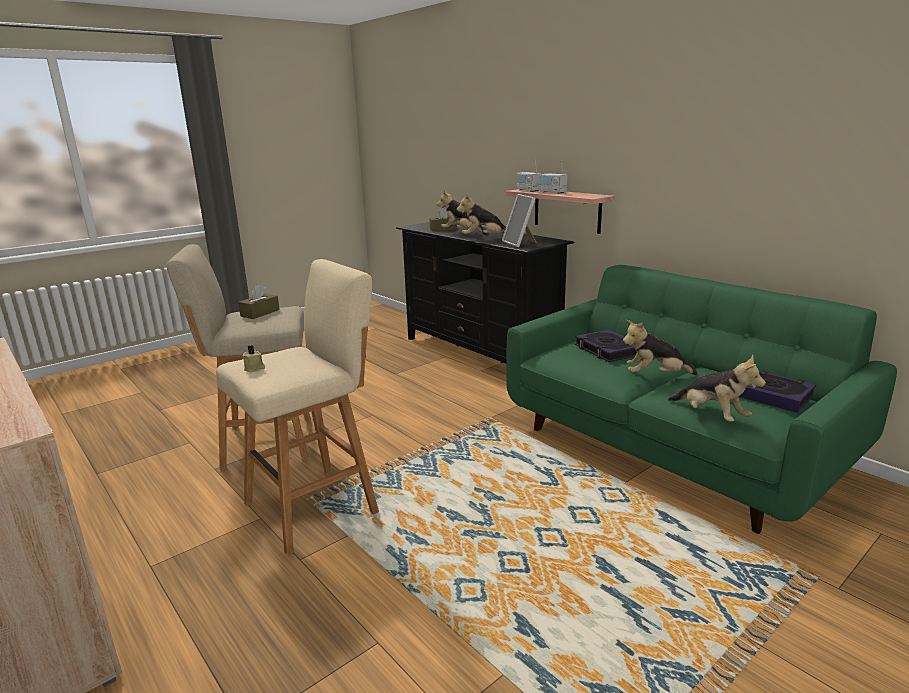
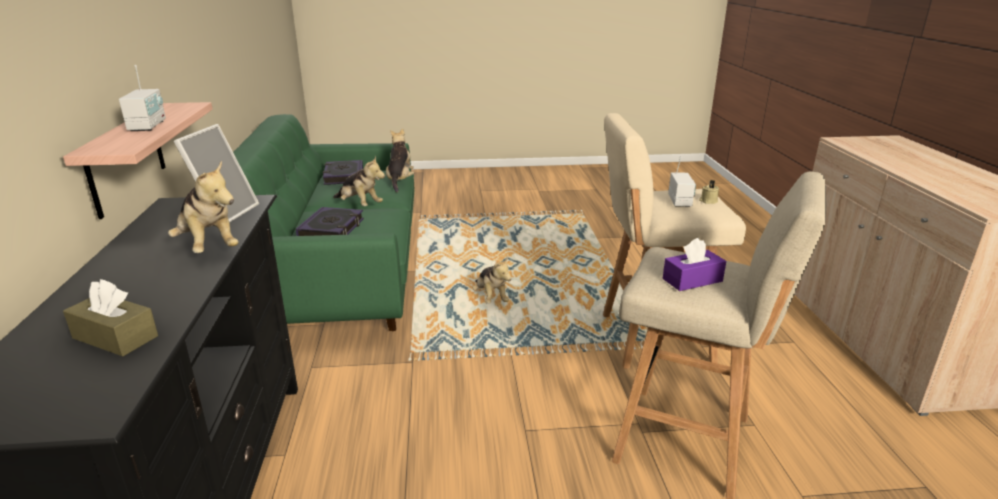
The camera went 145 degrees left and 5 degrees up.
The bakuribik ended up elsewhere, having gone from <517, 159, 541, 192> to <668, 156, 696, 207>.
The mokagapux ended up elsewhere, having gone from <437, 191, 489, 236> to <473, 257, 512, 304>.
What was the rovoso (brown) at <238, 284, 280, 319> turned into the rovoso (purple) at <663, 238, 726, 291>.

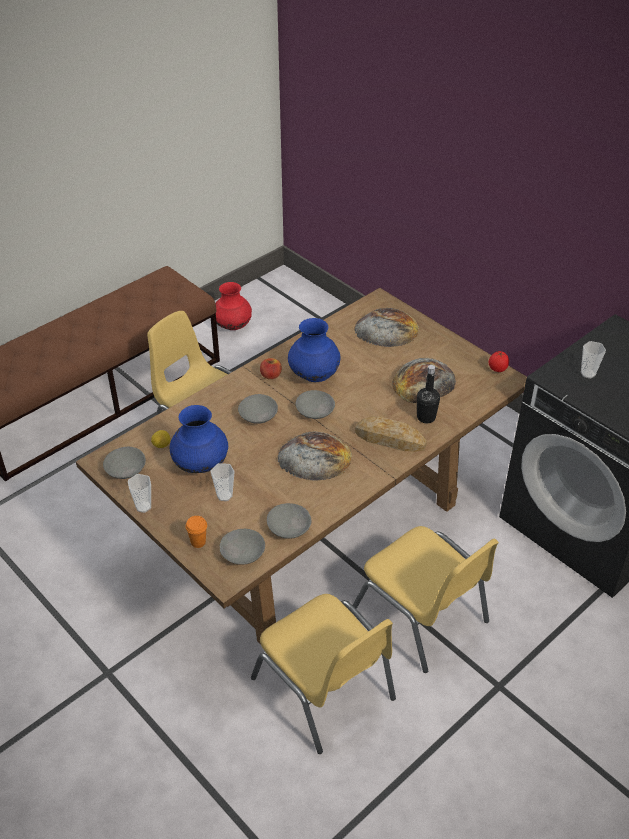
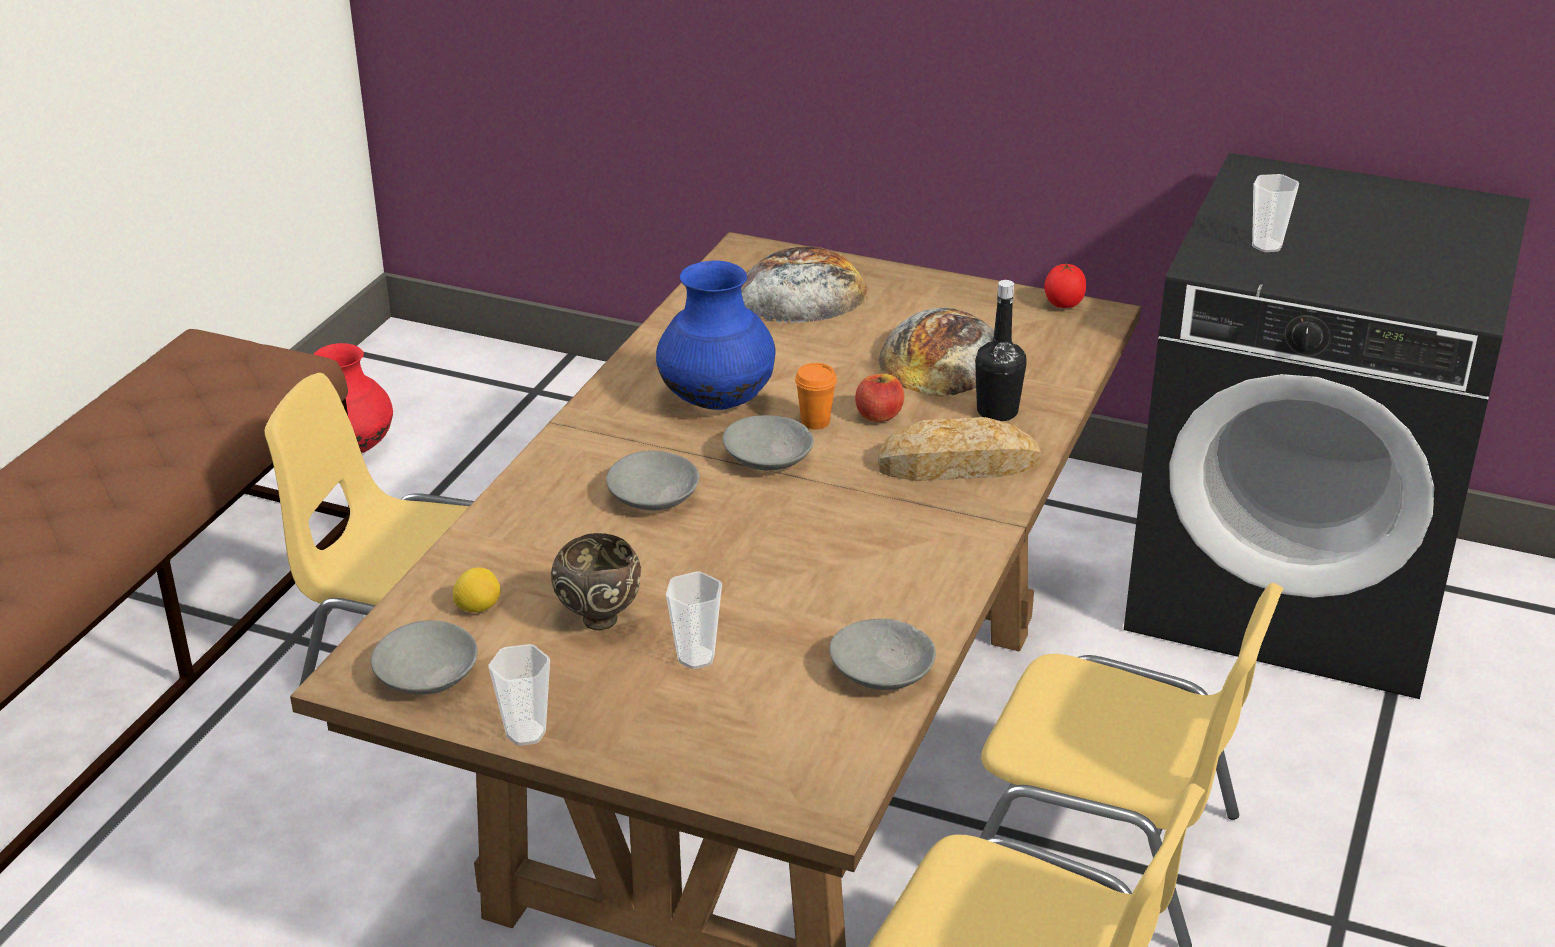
The camera went 25 degrees left and 10 degrees down.
The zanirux ended up elsewhere, having gone from <260, 358, 282, 379> to <855, 374, 904, 422>.
Where the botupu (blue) stood at <170, 405, 228, 473>, the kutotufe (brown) came to stand at <551, 533, 641, 630>.
The second view lost the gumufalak at <277, 431, 352, 481>.
The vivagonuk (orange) ended up elsewhere, having gone from <185, 516, 207, 548> to <795, 363, 837, 429>.
The second view lost the kutotufe (grey) at <220, 529, 265, 565>.

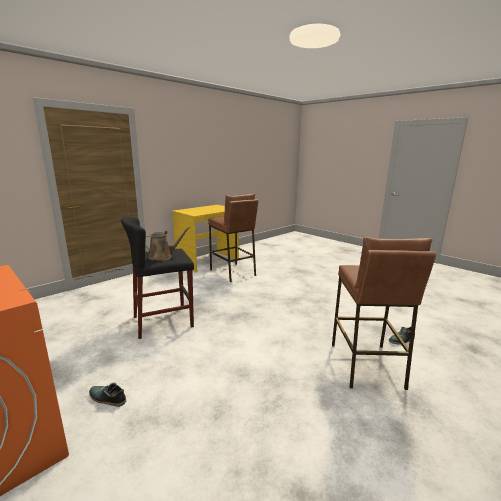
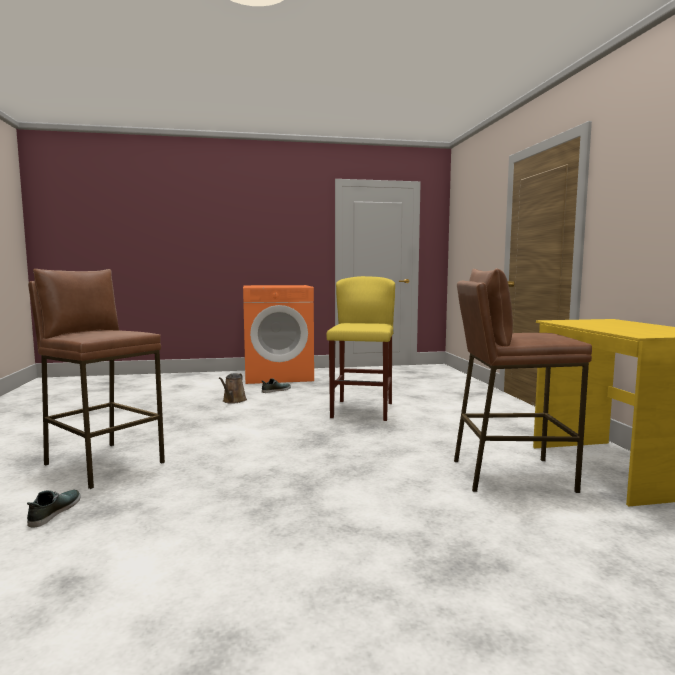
The camera went 125 degrees right and 10 degrees down.
What was the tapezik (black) at <121, 217, 194, 339> turned into the tapezik (yellow) at <326, 276, 395, 421>.
The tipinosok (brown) ended up elsewhere, having gone from <145, 227, 191, 261> to <219, 373, 247, 404>.

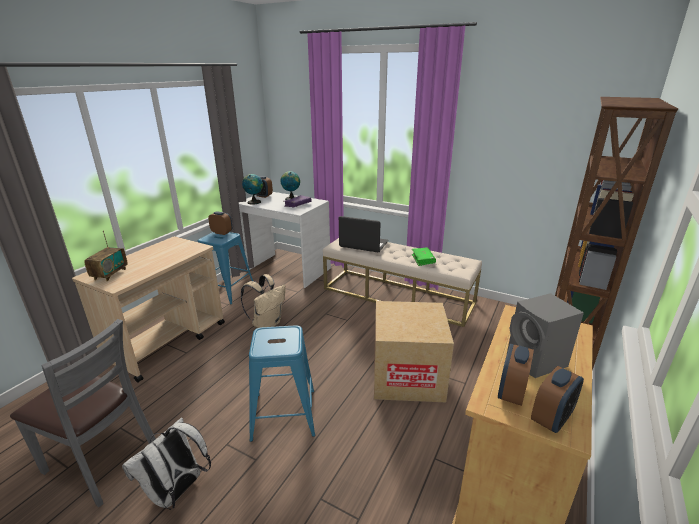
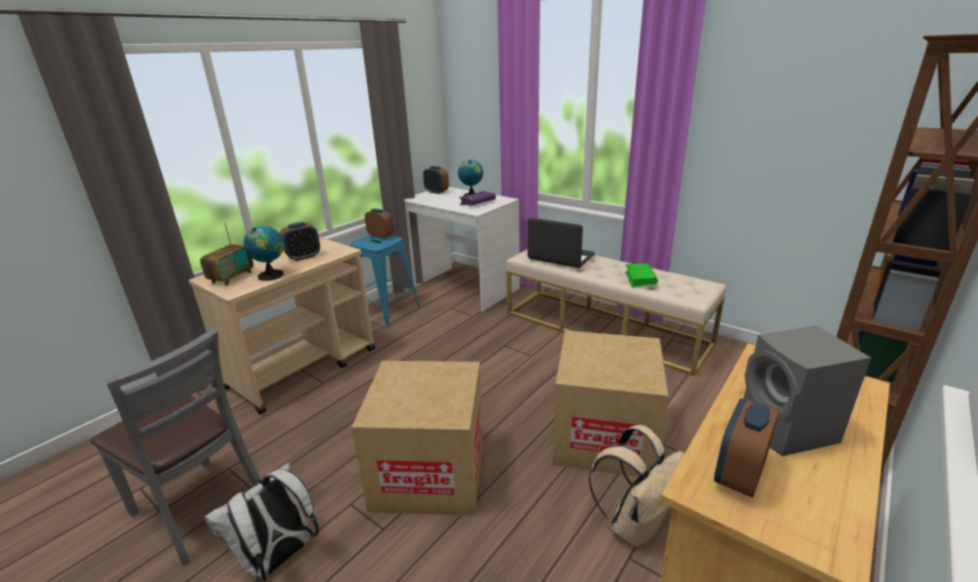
The camera went 10 degrees right and 0 degrees up.
The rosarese ended up elsewhere, having gone from <242, 174, 263, 205> to <244, 225, 284, 281>.
The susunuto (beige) ended up elsewhere, having gone from <241, 274, 286, 328> to <589, 425, 684, 547>.
Where the tapezik (blue) stood at <249, 326, 315, 442>, the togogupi came to stand at <351, 361, 483, 516>.
The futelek ended up elsewhere, having gone from <531, 366, 584, 433> to <280, 222, 320, 261>.

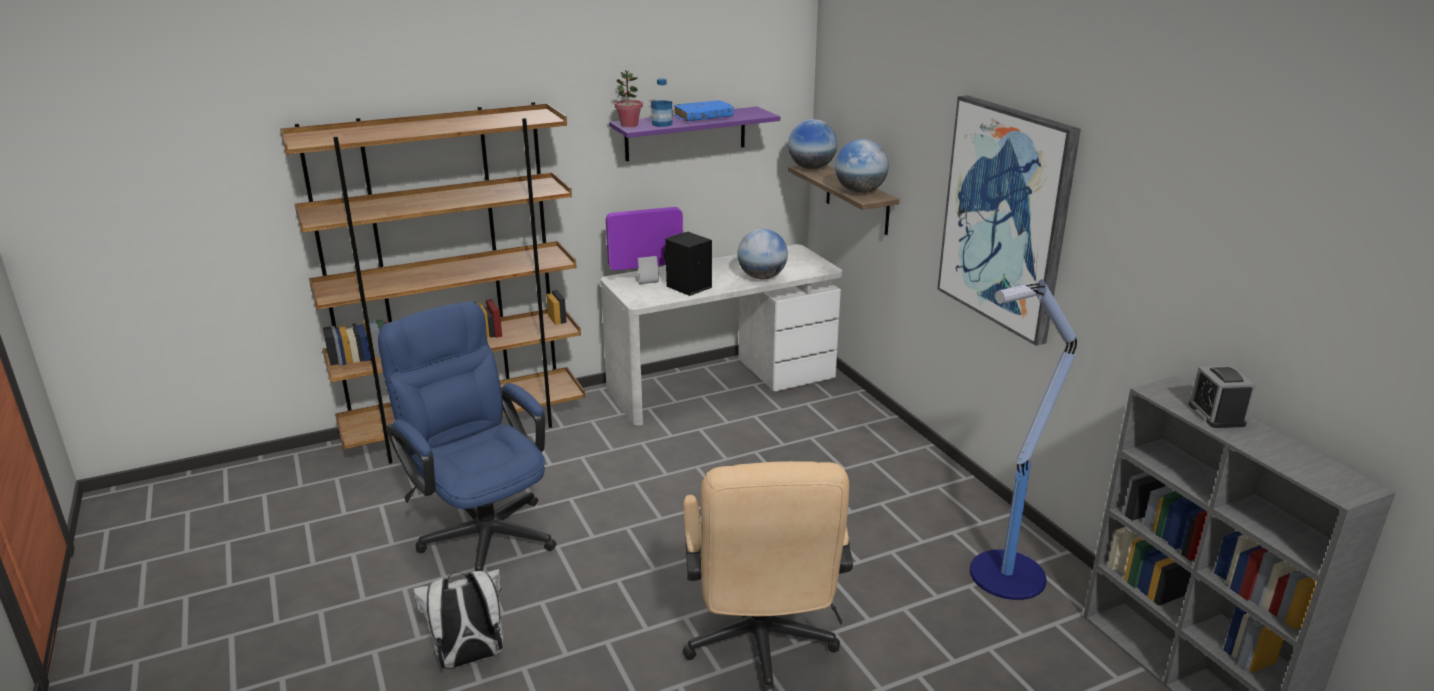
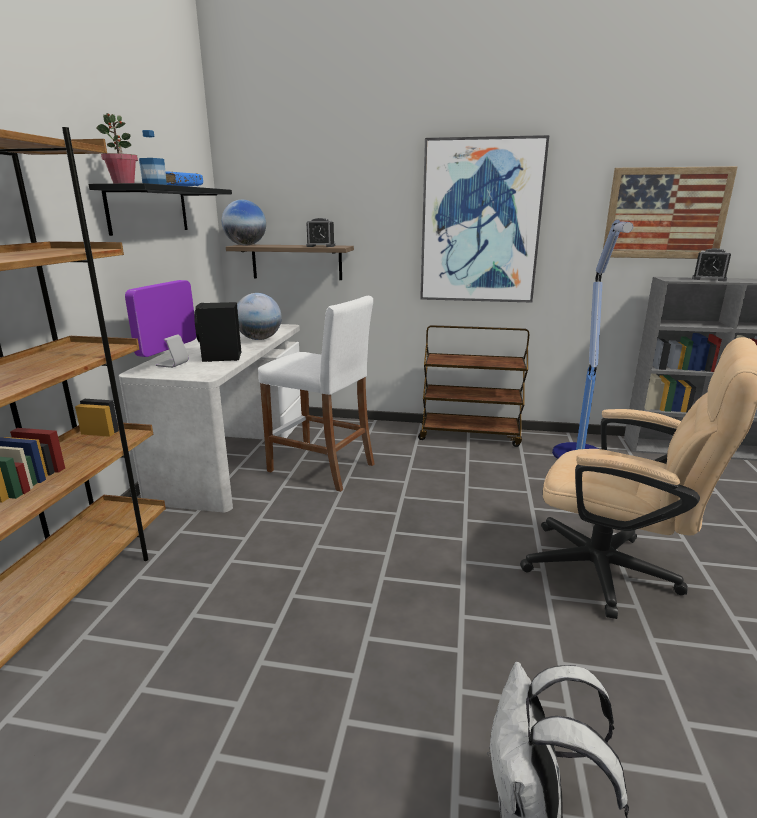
The camera went 55 degrees left and 5 degrees down.
What was the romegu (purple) at <609, 107, 780, 161> turned into the romegu (black) at <88, 183, 232, 236>.
Where the rosarese stood at <835, 139, 889, 193>, the futelek came to stand at <306, 218, 335, 247>.
The second view lost the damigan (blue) at <378, 301, 556, 571>.
The second view gained the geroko at <603, 166, 738, 259>.
The second view gained the tapezik (white) at <258, 296, 375, 492>.
The second view gained the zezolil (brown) at <418, 325, 529, 447>.

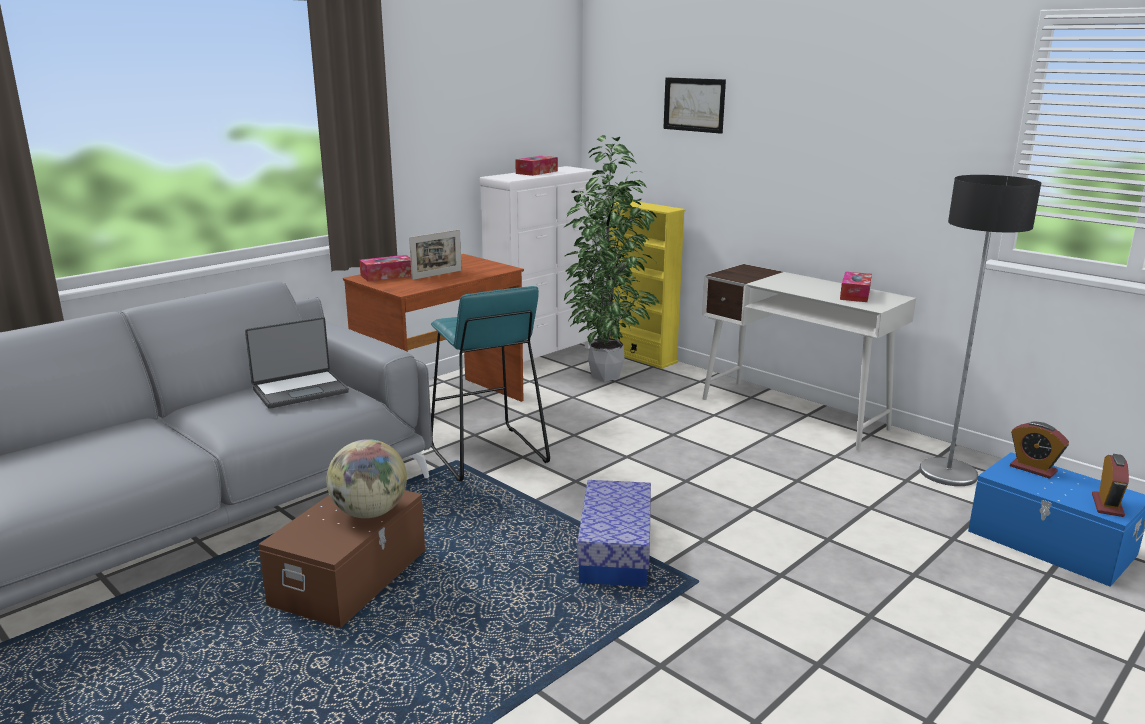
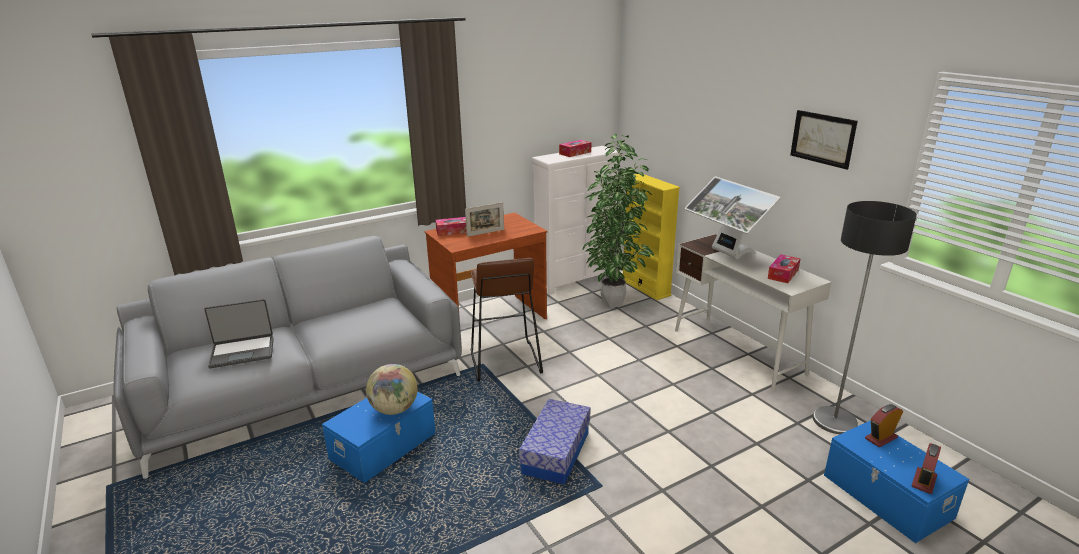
The camera went 15 degrees right and 5 degrees up.
The geroko ended up elsewhere, having gone from <663, 77, 726, 134> to <790, 110, 858, 170>.
What was the tapezik (turquoise) at <431, 286, 550, 481> turned into the tapezik (brown) at <471, 258, 543, 382>.
The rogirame ended up elsewhere, having gone from <245, 317, 349, 409> to <204, 299, 274, 368>.
The futelek at <1010, 422, 1069, 479> ended up facing another way, 90 degrees clockwise from before.
What was the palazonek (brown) at <258, 490, 425, 628> turned into the palazonek (blue) at <322, 392, 435, 483>.
The second view gained the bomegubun at <684, 177, 781, 259>.

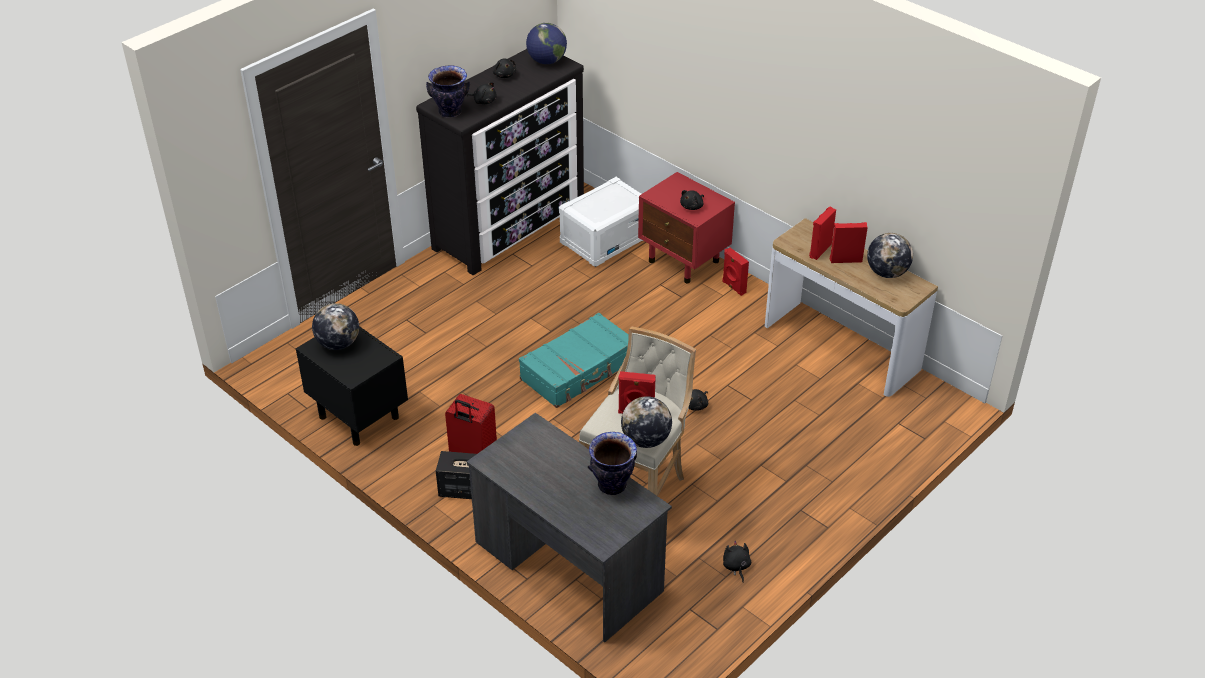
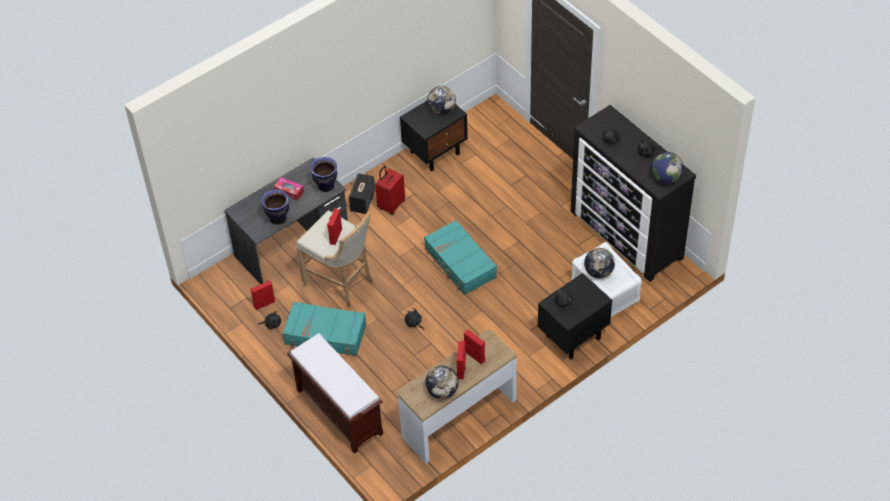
The camera went 100 degrees right and 10 degrees up.
The botupu ended up elsewhere, having gone from <426, 65, 470, 118> to <310, 157, 337, 192>.
What was the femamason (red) at <638, 172, 735, 283> turned into the femamason (black) at <538, 273, 612, 359>.
The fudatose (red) ended up elsewhere, having gone from <722, 248, 749, 296> to <250, 280, 275, 310>.
The rosarese ended up elsewhere, having gone from <621, 396, 672, 448> to <584, 248, 615, 278>.
The second view gained the rovoso at <274, 177, 304, 201>.
The second view gained the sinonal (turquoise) at <282, 301, 366, 356>.
The second view gained the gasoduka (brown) at <287, 333, 383, 454>.

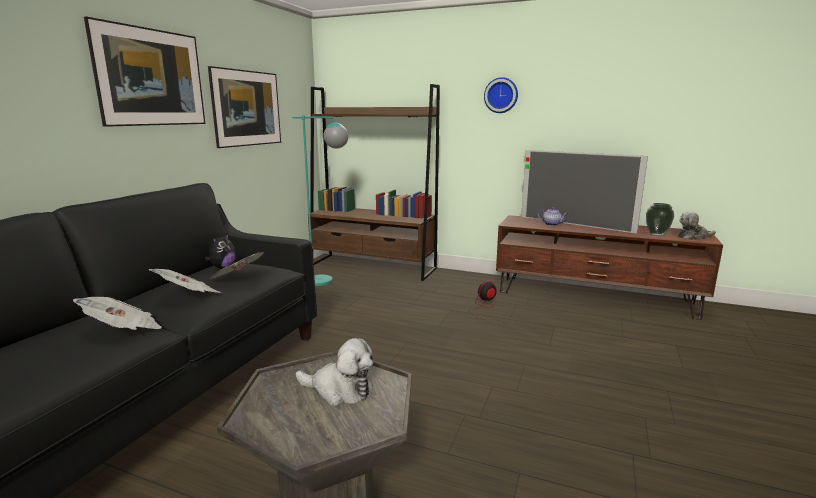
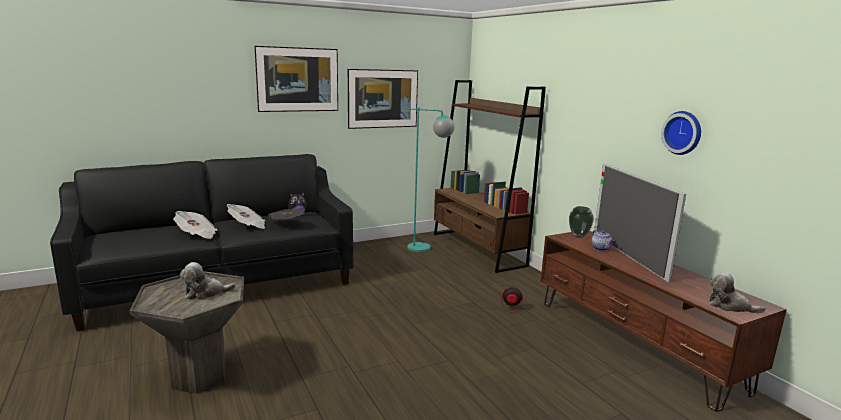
The camera went 40 degrees right and 0 degrees up.
The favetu ended up elsewhere, having gone from <484, 77, 518, 113> to <661, 111, 701, 155>.
The botupu ended up elsewhere, having gone from <646, 203, 674, 236> to <569, 206, 594, 238>.
The mokagapux at <296, 338, 374, 406> ended up facing another way, 105 degrees clockwise from before.

